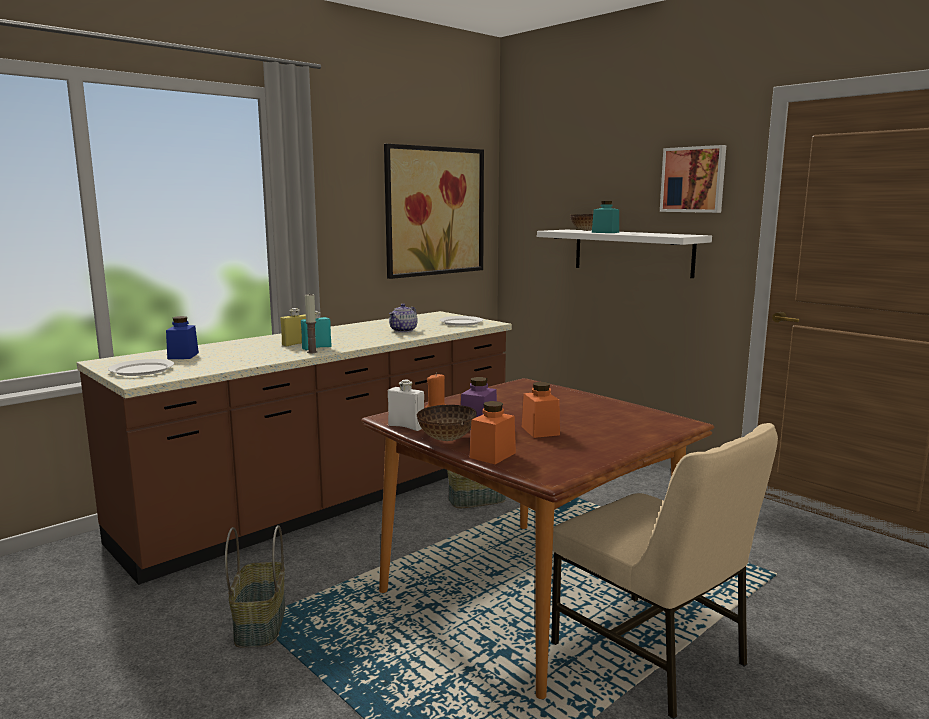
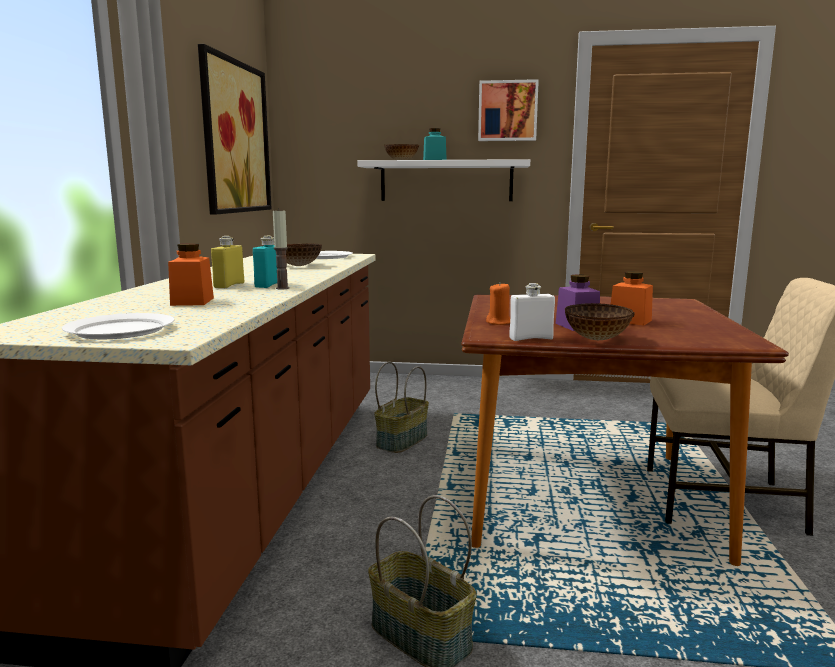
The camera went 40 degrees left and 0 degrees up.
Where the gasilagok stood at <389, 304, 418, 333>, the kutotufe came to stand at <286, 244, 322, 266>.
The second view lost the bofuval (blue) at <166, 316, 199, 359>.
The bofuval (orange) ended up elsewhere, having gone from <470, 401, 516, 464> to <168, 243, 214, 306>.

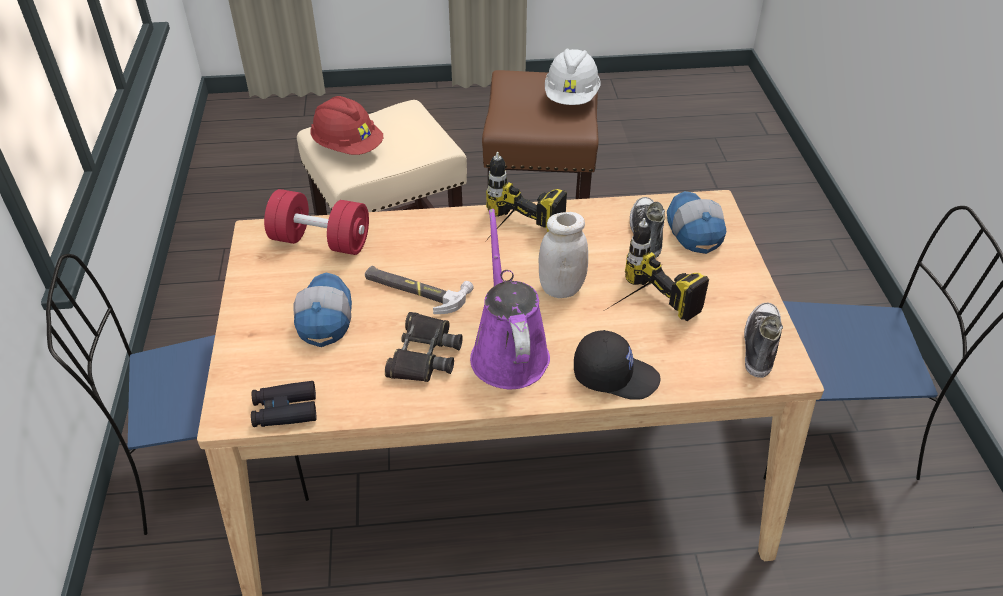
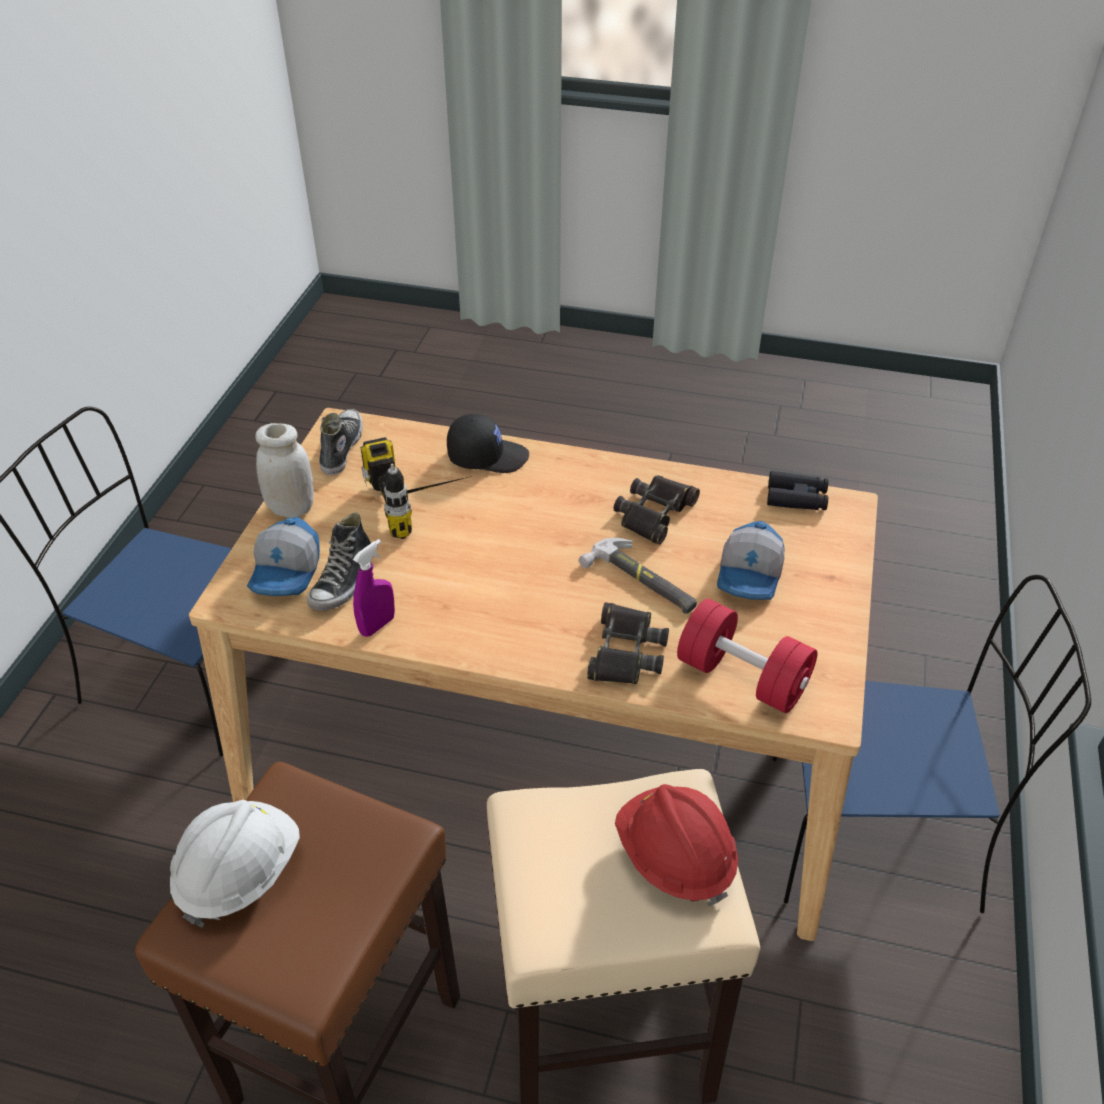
The camera went 160 degrees left and 0 degrees up.
The second view lost the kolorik at <483, 152, 567, 244>.
The second view lost the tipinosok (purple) at <470, 209, 550, 389>.
The bofuval (white) ended up elsewhere, having gone from <539, 212, 588, 298> to <255, 423, 314, 518>.
The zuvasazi at <744, 303, 783, 378> ended up facing another way, 150 degrees clockwise from before.
The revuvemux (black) at <574, 330, 660, 400> ended up facing another way, 150 degrees clockwise from before.
The second view gained the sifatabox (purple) at <353, 539, 395, 637>.
The second view gained the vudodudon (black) at <587, 602, 669, 684>.

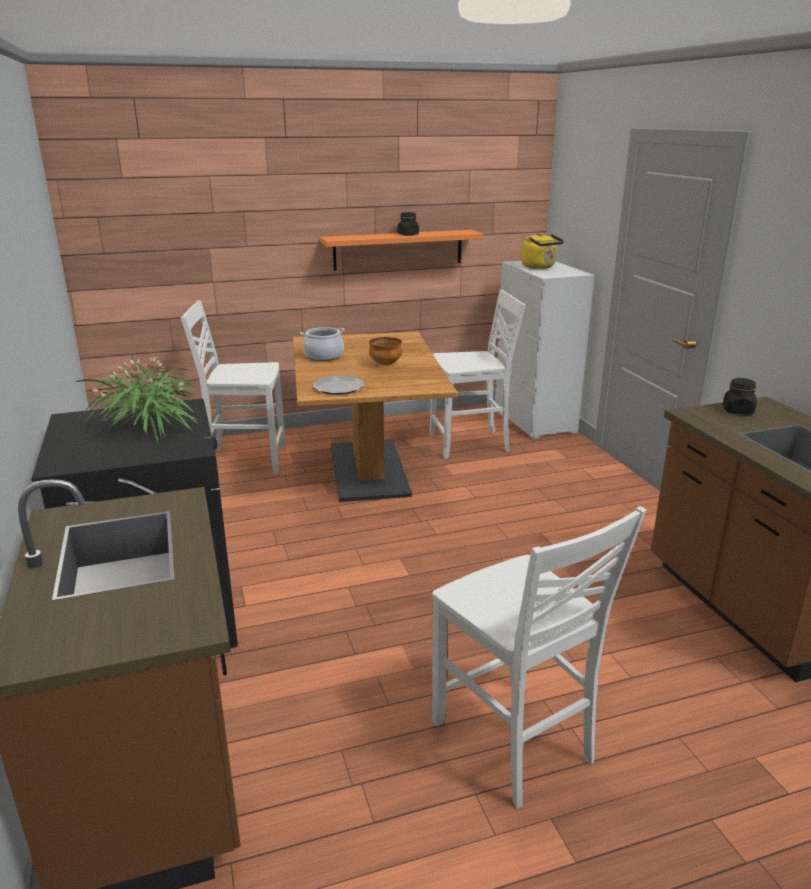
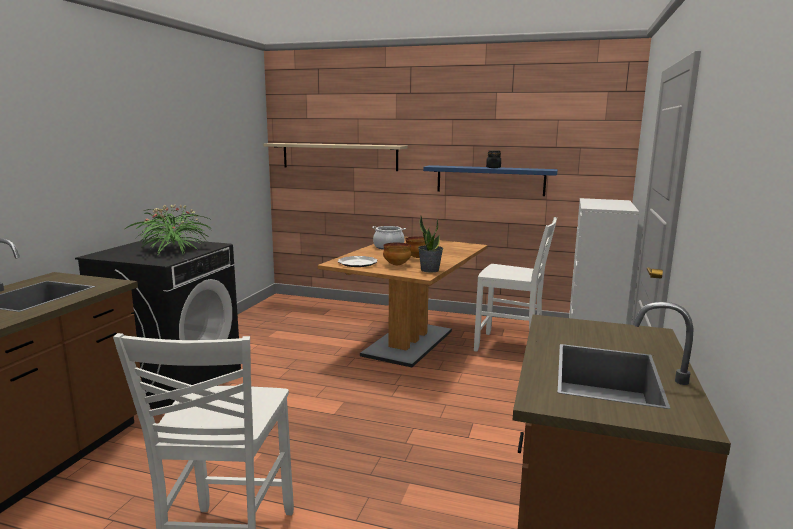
The camera went 35 degrees right and 10 degrees down.
What was the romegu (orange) at <320, 230, 483, 271> turned into the romegu (blue) at <423, 165, 558, 196>.
The second view lost the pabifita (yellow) at <521, 233, 564, 269>.
The second view lost the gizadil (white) at <181, 300, 286, 474>.
The second view lost the bofuval (black) at <723, 378, 757, 414>.
The second view gained the romegu (beige) at <264, 143, 408, 171>.
The second view gained the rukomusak at <418, 216, 443, 272>.
The second view gained the kutotufe at <383, 243, 411, 265>.

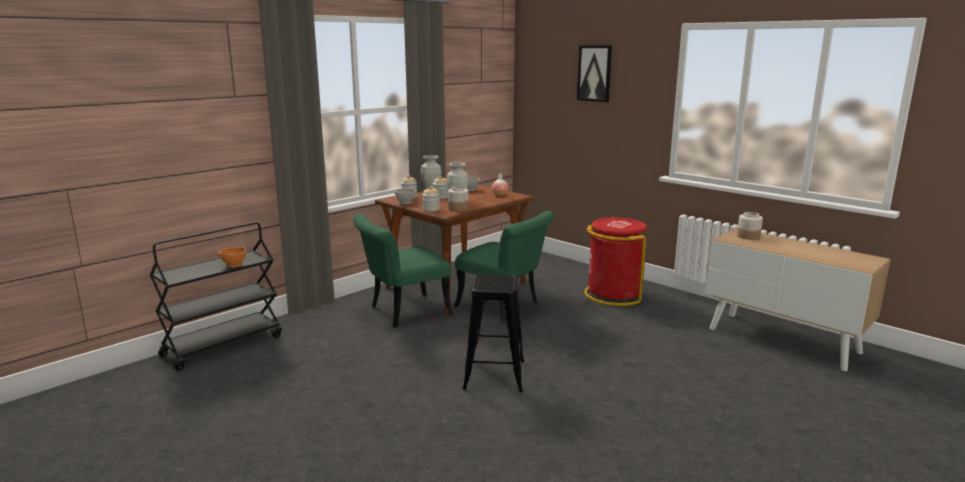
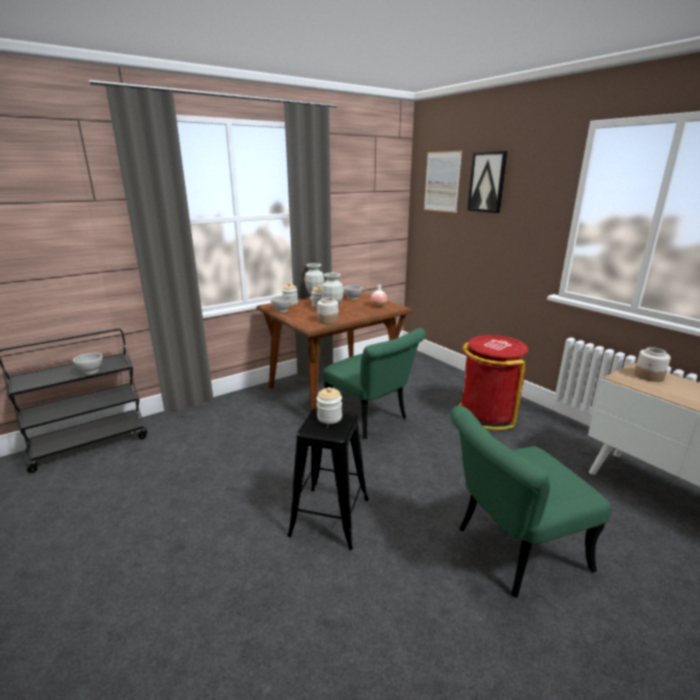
The camera went 10 degrees right and 5 degrees up.
The bofuval ended up elsewhere, having gone from <422, 187, 440, 211> to <317, 387, 342, 424>.
The gizadil (green) ended up elsewhere, having gone from <353, 214, 454, 327> to <450, 406, 611, 598>.
What was the kutotufe (orange) at <219, 247, 247, 267> turned into the kutotufe (white) at <73, 353, 103, 374>.
The second view gained the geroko at <424, 150, 462, 213>.

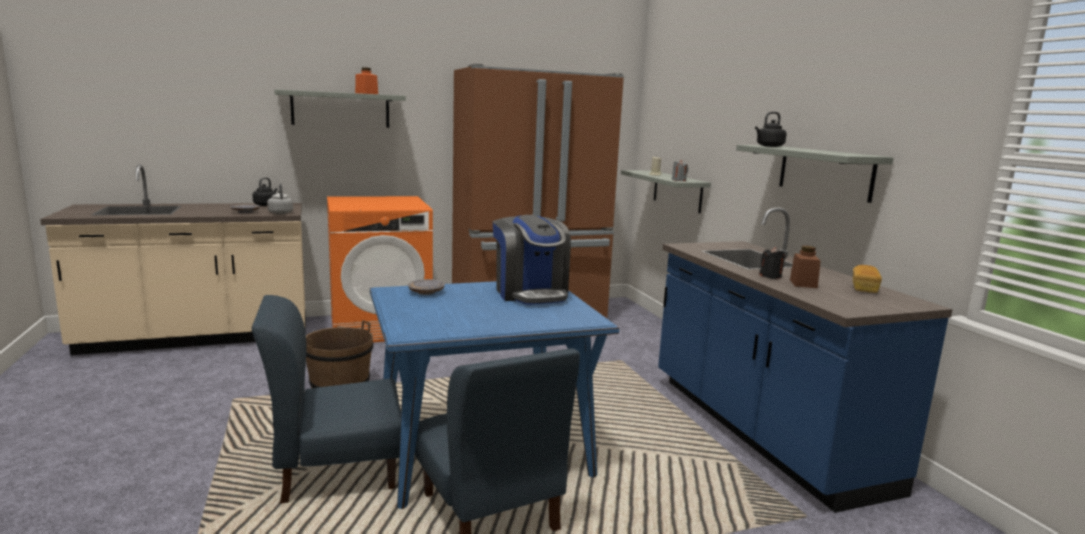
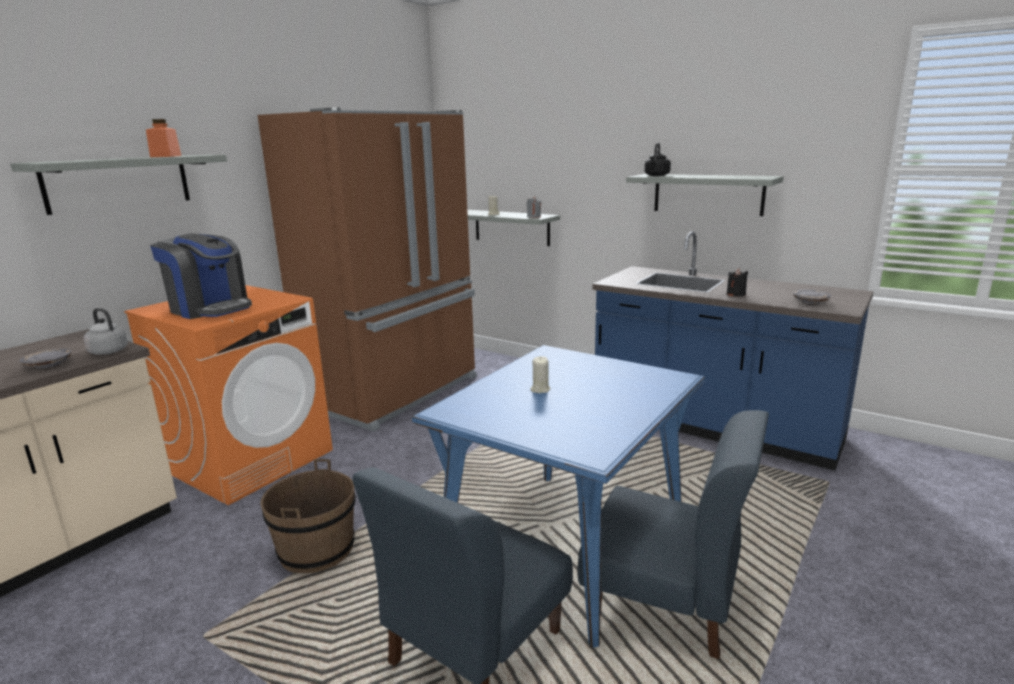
The camera went 35 degrees left and 5 degrees up.
The second view lost the pabifita (black) at <253, 177, 278, 206>.
The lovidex ended up elsewhere, having gone from <492, 215, 571, 305> to <150, 233, 252, 319>.
The second view lost the bofuval (brown) at <790, 246, 821, 288>.
The second view lost the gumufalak at <853, 265, 882, 293>.
The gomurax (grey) ended up elsewhere, having gone from <408, 279, 445, 295> to <793, 290, 831, 304>.
The second view gained the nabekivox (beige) at <530, 356, 550, 393>.

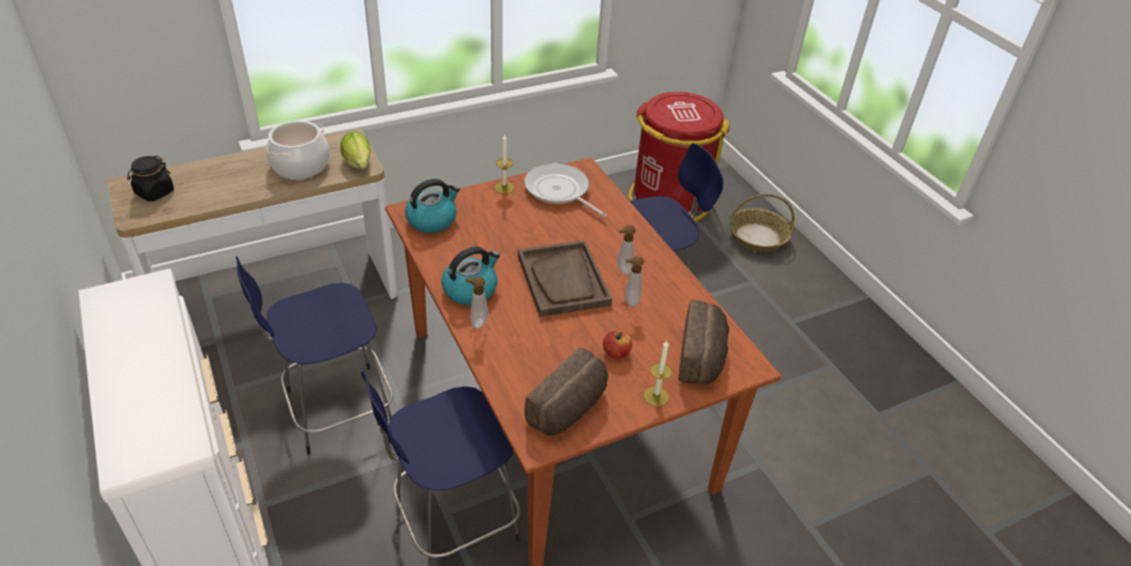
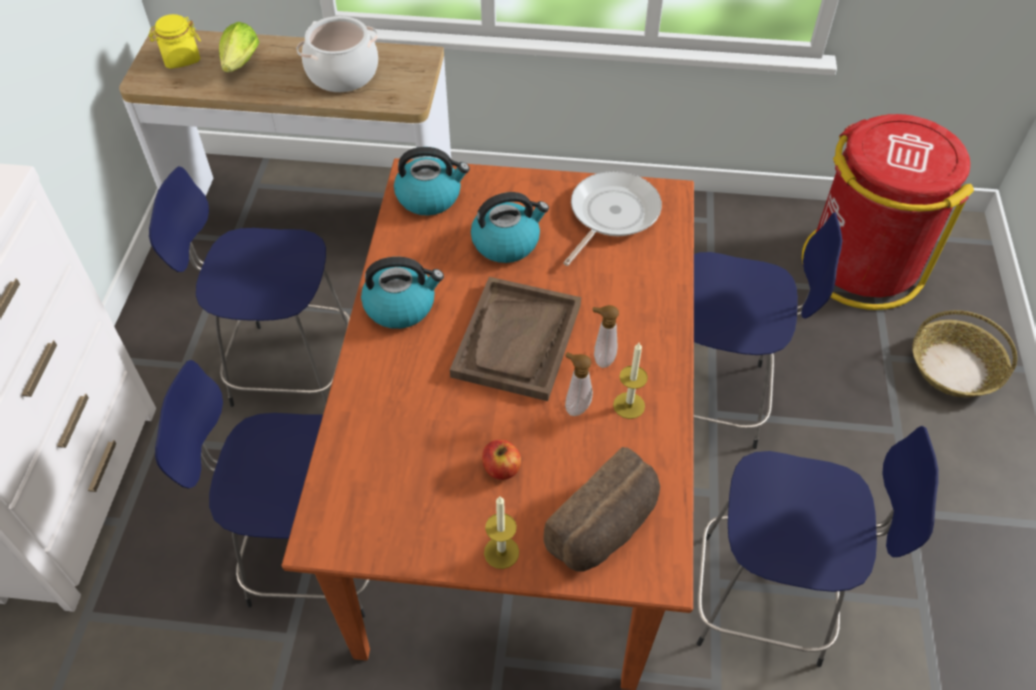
The camera went 35 degrees right and 10 degrees up.
The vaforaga ended up elsewhere, having gone from <340, 131, 371, 169> to <219, 22, 259, 72>.
The nabekivox ended up elsewhere, having gone from <495, 134, 514, 194> to <613, 343, 648, 419>.
What was the bofuval (black) at <127, 156, 174, 202> turned into the bofuval (yellow) at <149, 14, 201, 69>.
The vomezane at <524, 163, 607, 218> ended up facing another way, 45 degrees clockwise from before.
The second view lost the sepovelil at <465, 277, 488, 329>.
The second view lost the gumufalak at <524, 347, 608, 435>.
The second view gained the pabifita at <471, 192, 549, 263>.
The second view gained the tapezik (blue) at <697, 426, 939, 667>.

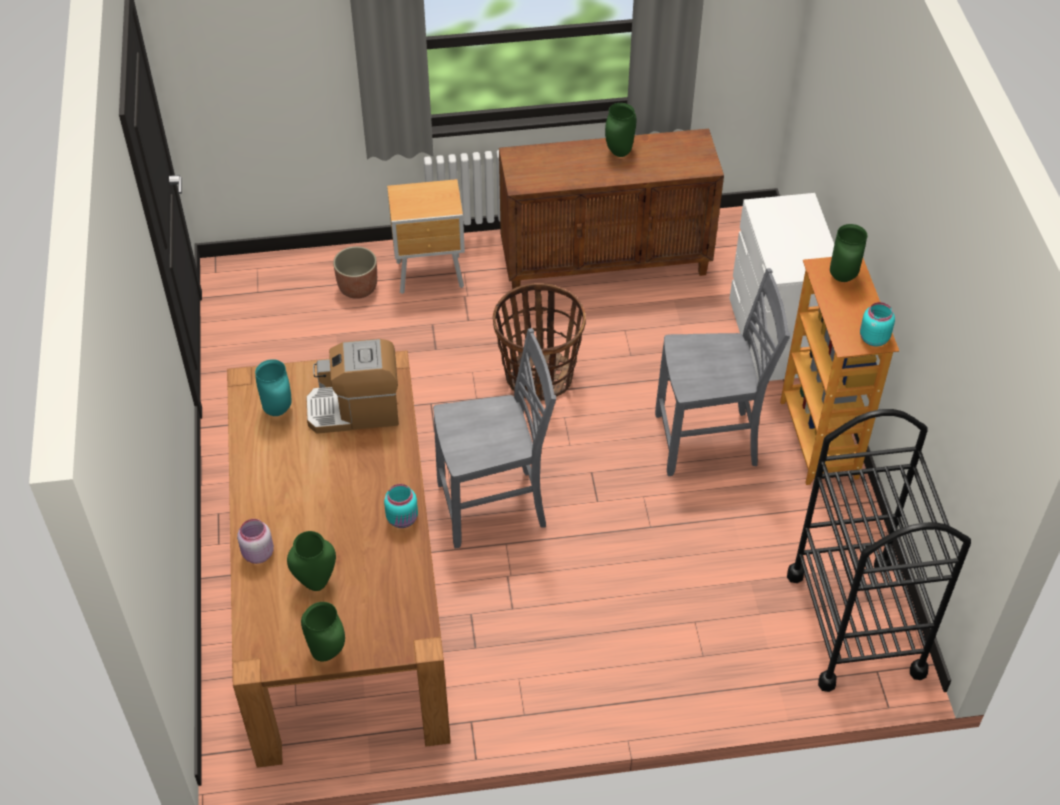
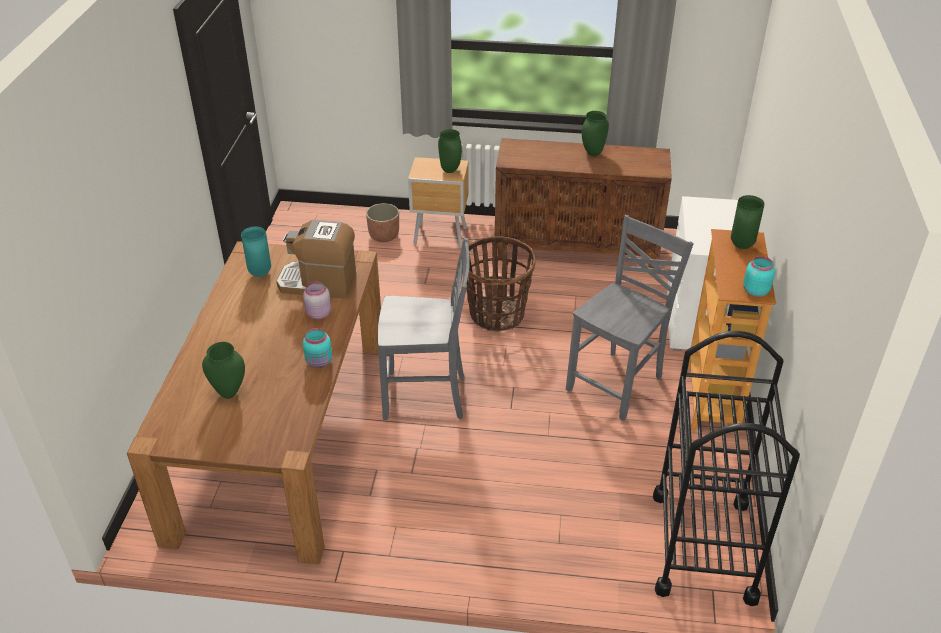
The camera went 15 degrees right and 10 degrees down.
The gizadil (grey) at <655, 268, 790, 476> ended up facing another way, 60 degrees counterclockwise from before.
The bofuval (pink) ended up elsewhere, having gone from <237, 519, 274, 564> to <303, 281, 331, 319>.
The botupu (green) ended up elsewhere, having gone from <301, 602, 345, 662> to <438, 129, 462, 173>.

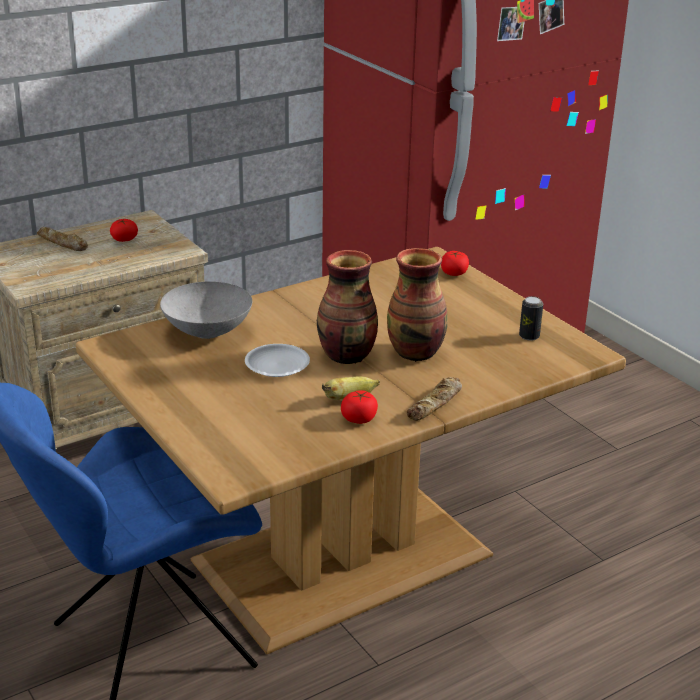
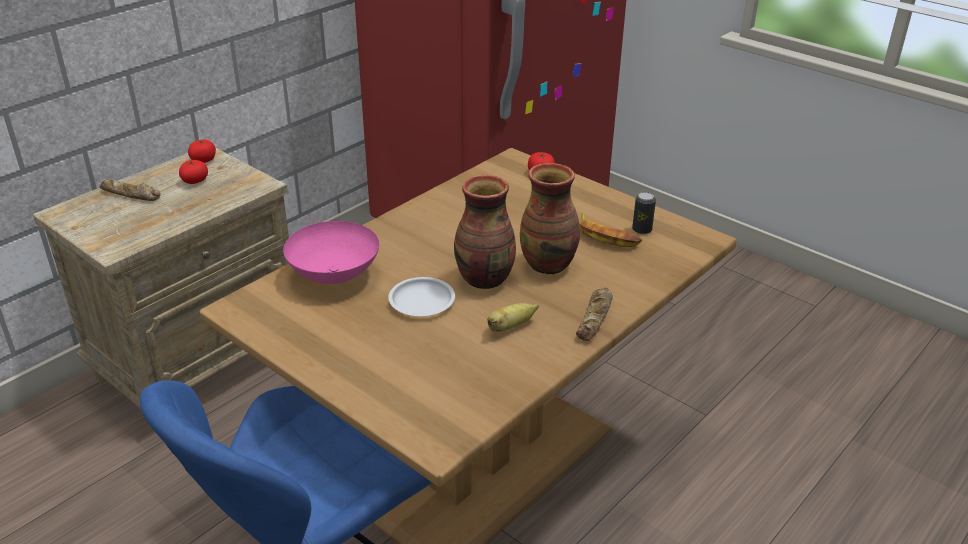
The camera went 15 degrees left and 5 degrees up.
What was the kutotufe (grey) at <160, 281, 252, 339> turned into the kutotufe (pink) at <283, 221, 379, 284>.
The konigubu ended up elsewhere, having gone from <341, 390, 378, 424> to <188, 139, 216, 163>.
The second view gained the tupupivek at <579, 212, 642, 247>.

